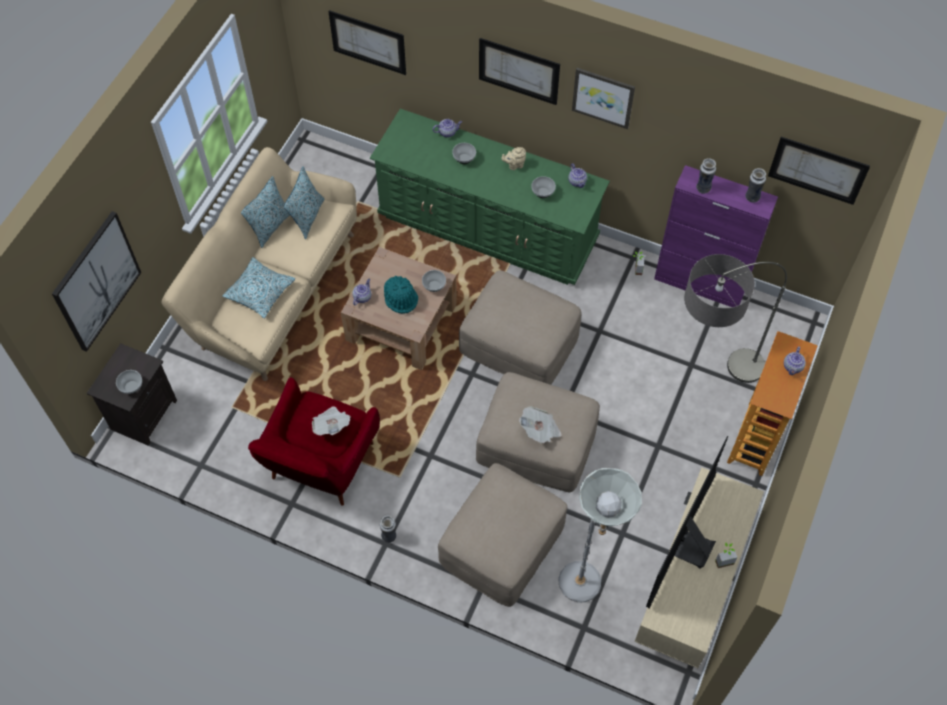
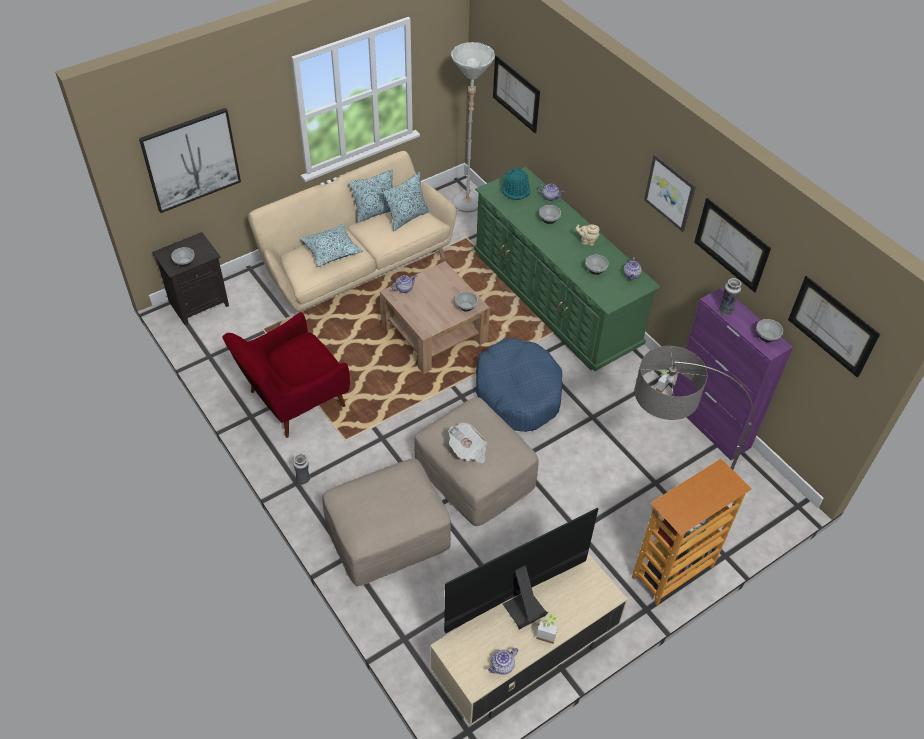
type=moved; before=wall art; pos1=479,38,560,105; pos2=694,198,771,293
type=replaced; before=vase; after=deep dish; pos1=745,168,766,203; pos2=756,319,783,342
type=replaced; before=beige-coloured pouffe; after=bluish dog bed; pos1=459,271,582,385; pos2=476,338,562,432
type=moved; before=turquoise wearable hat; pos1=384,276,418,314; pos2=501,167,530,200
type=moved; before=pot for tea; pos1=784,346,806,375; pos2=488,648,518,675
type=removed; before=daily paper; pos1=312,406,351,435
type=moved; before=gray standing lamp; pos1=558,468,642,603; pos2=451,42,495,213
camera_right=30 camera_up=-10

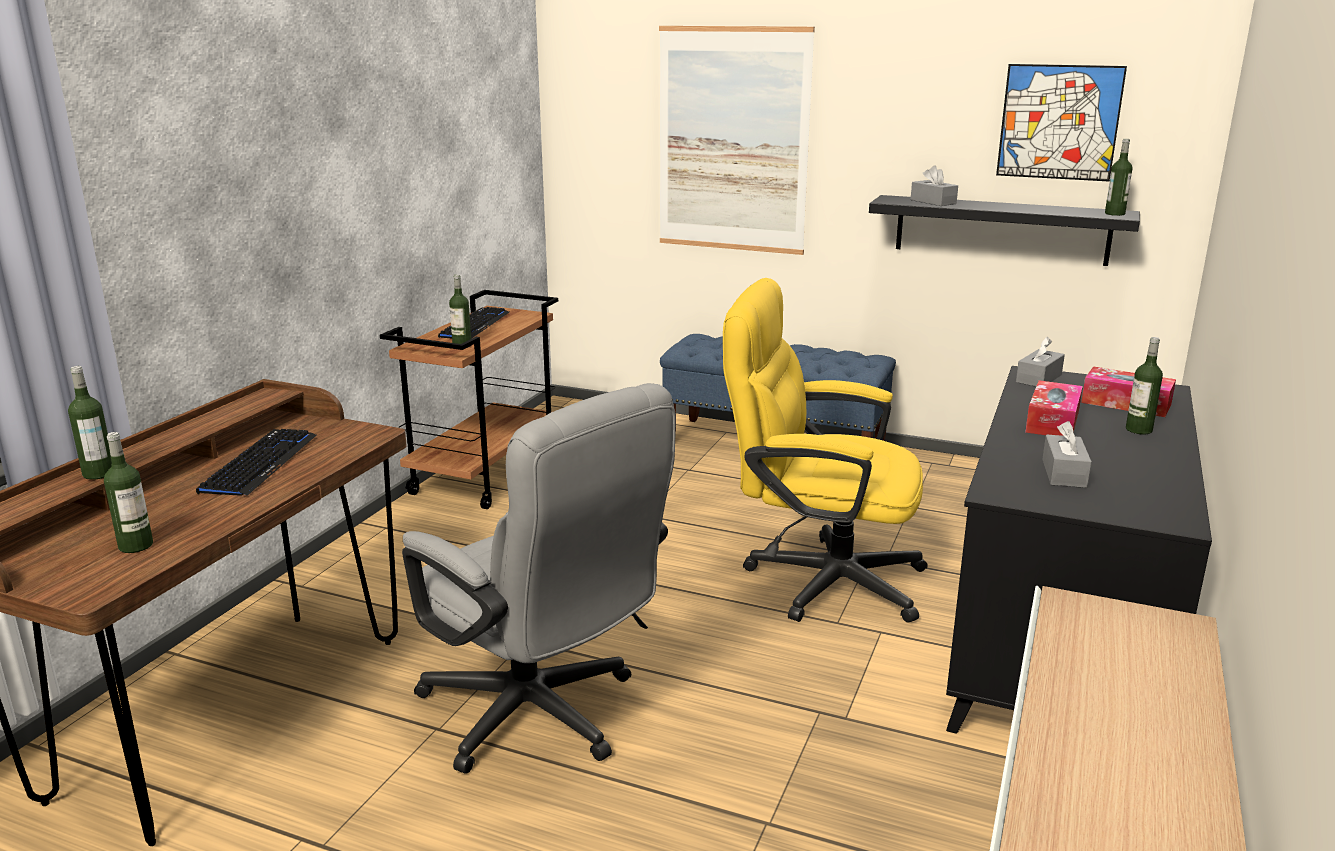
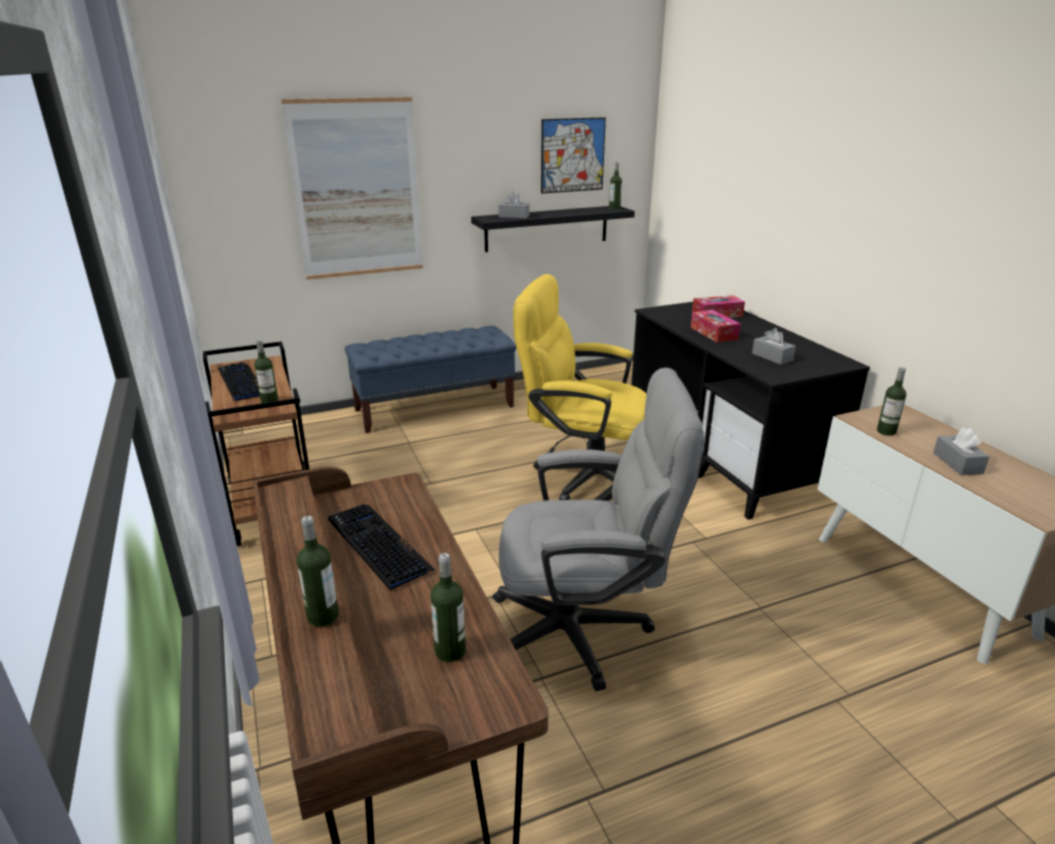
type=turned; before=yellow computer chair; pos1=723,278,928,623; pos2=513,274,647,500; turn=45
type=moved; before=gray tissue holder; pos1=1016,337,1065,387; pos2=933,428,989,475
type=moved; before=bottle; pos1=1126,337,1163,435; pos2=877,367,906,436
camera_right=-45 camera_up=5

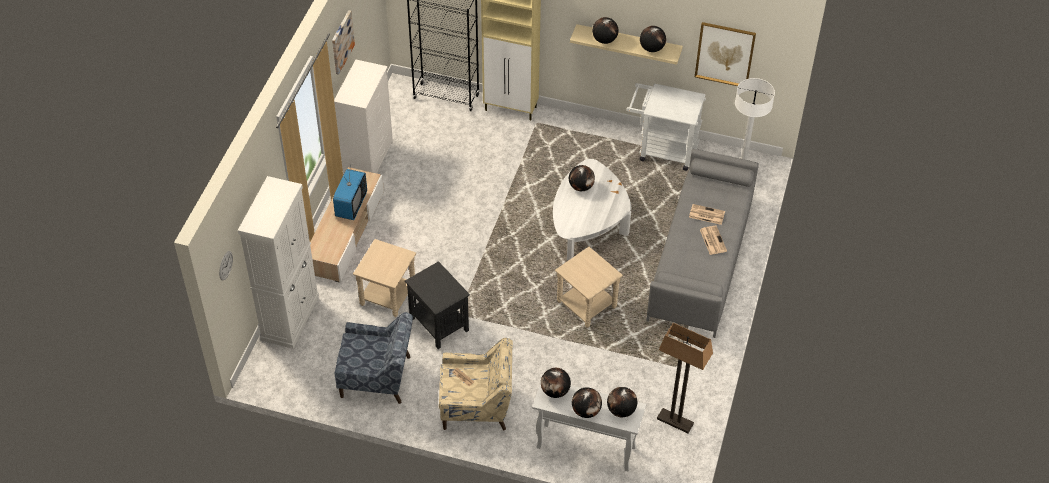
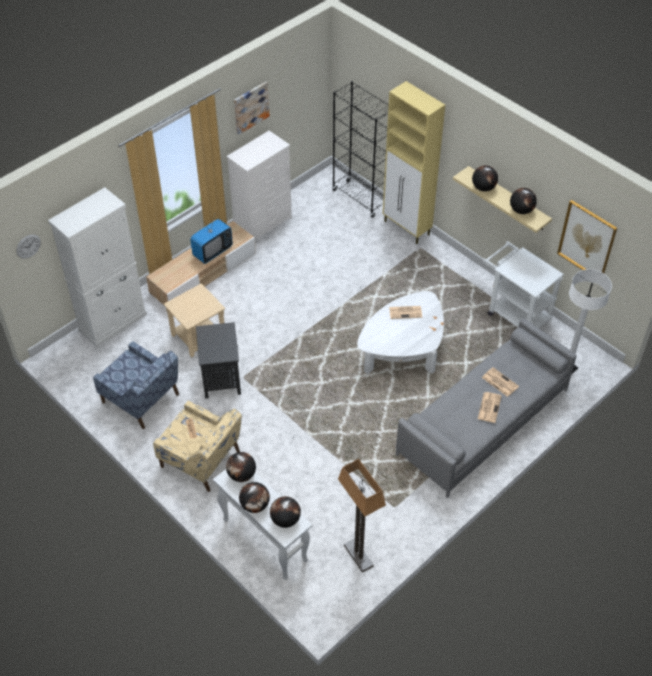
type=replaced; before=desk globe; after=daily paper; pos1=569,165,595,191; pos2=389,306,422,319
type=removed; before=beige-coloured accent table; pos1=555,247,623,328
camera_right=30 camera_up=0

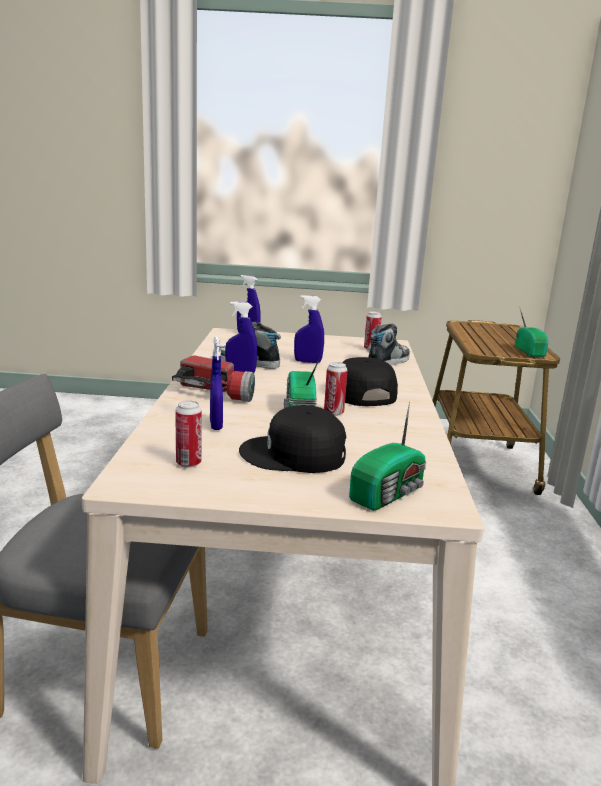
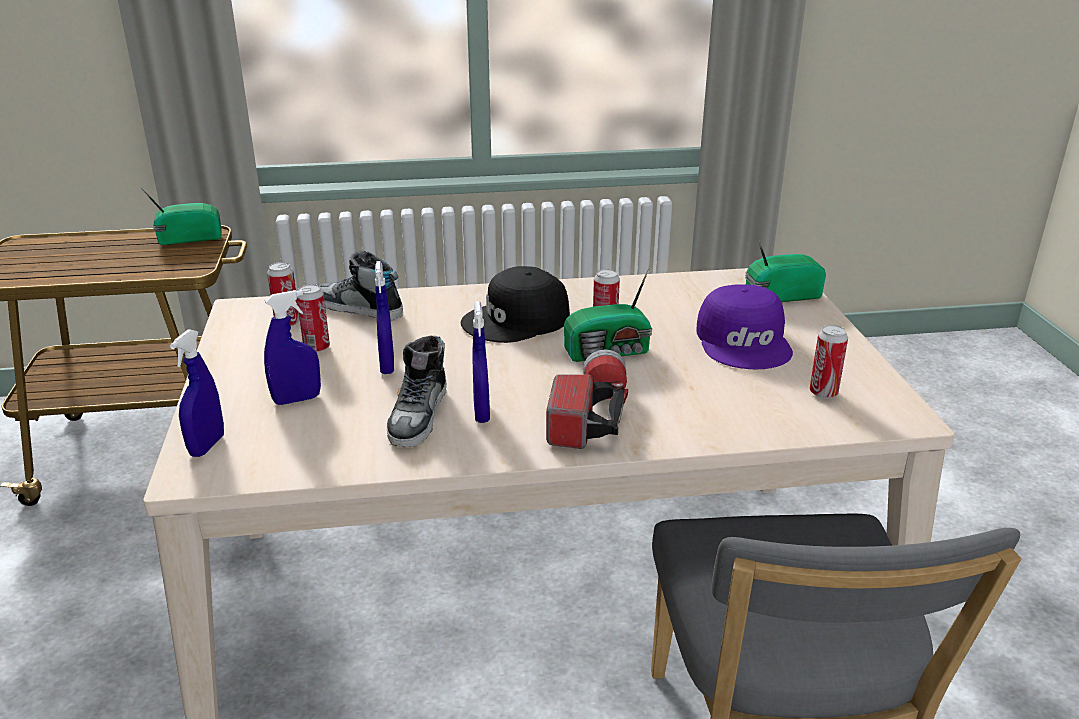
type=moved; before=bluish hand sprayer; pos1=210,336,223,430; pos2=264,290,321,405
type=turned; before=radio set; pos1=349,401,426,510; pos2=745,237,826,302; turn=-45
type=recoloured; before=black cap; after=purple-coloured cap; pos1=239,405,346,473; pos2=696,284,793,369
type=added; after=sealed can; pos2=297,284,330,353
camera_right=-100 camera_up=10

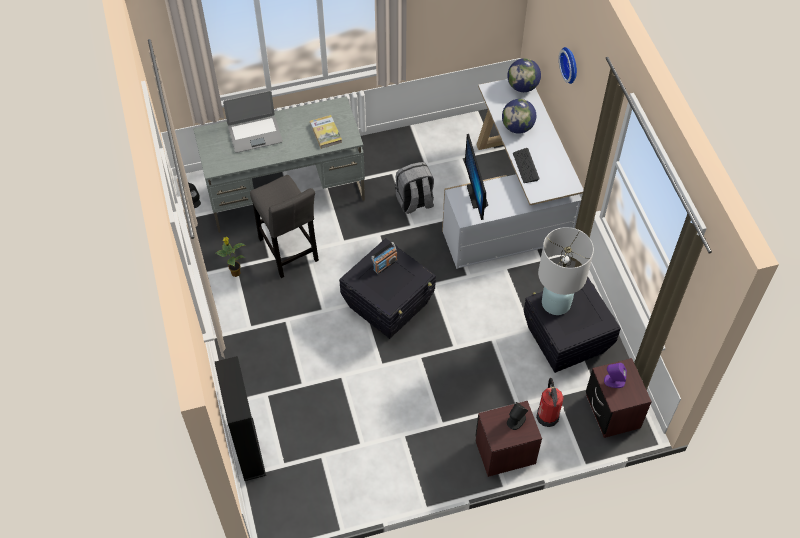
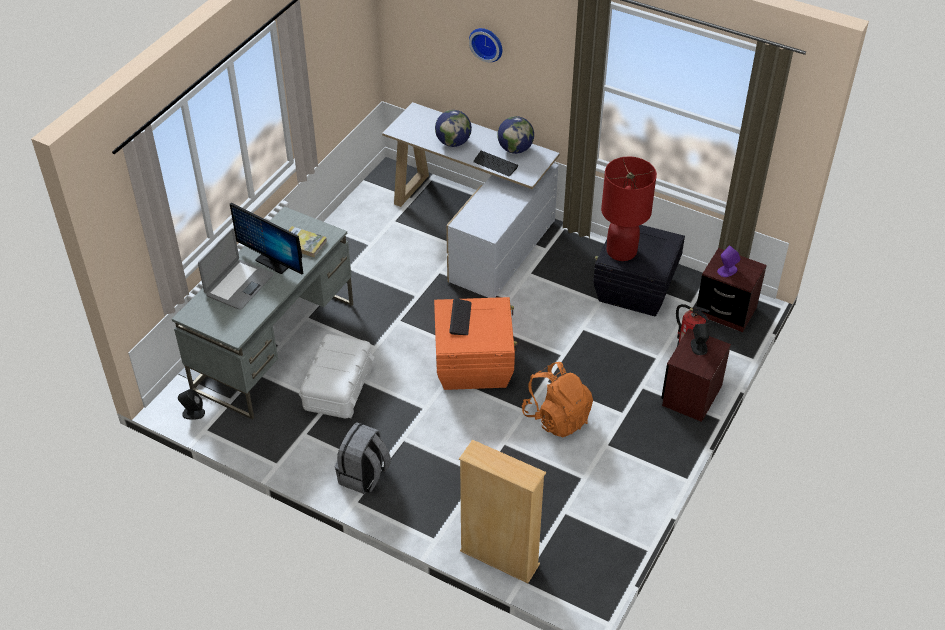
type=moved; before=desk globe; pos1=507,58,541,92; pos2=497,116,534,154
type=moved; before=computer screen; pos1=465,134,488,220; pos2=230,203,303,275
type=moved; before=gray backpack; pos1=395,162,434,214; pos2=335,422,391,494
type=replaced; before=gray stool; after=white storage box; pos1=250,175,319,278; pos2=299,334,374,418
type=recoloured; before=white lamp for a table; after=red lamp for a table; pos1=538,227,594,315; pos2=601,157,657,261
type=removed; before=houseplant; pos1=216,237,246,277
type=recoloured; before=black storage box; after=orange storage box; pos1=339,238,436,339; pos2=434,297,517,390
type=replaced; before=radio set; after=keyboard; pos1=371,242,397,274; pos2=449,298,472,335
type=recoloured; before=black bookshelf; after=beige-coloured bookshelf; pos1=215,356,266,481; pos2=459,440,546,584
type=added; after=orange backpack; pos2=522,362,593,437
camera_right=-45 camera_up=-10

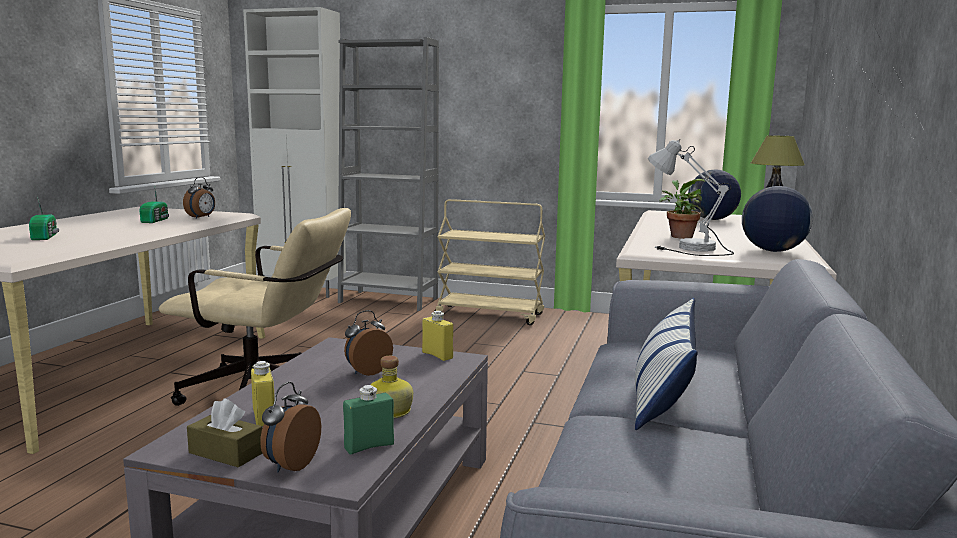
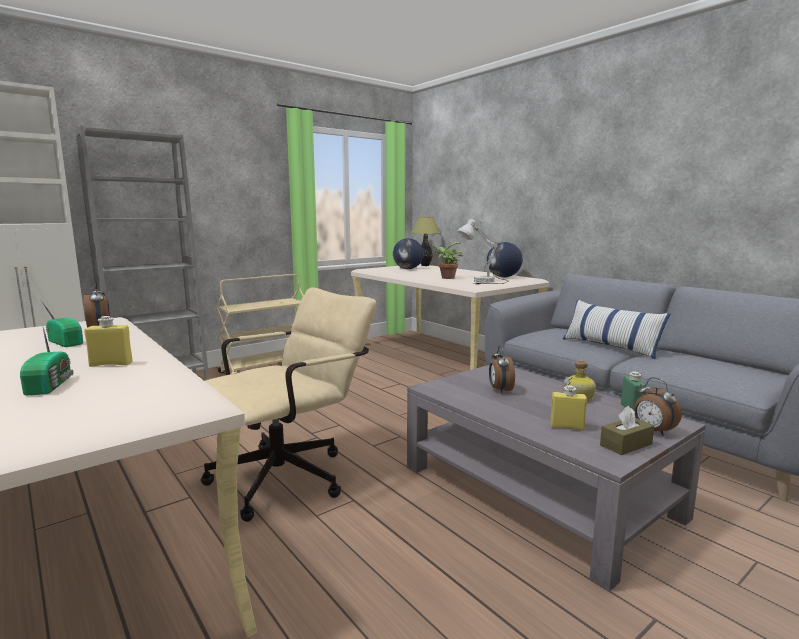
type=turned; before=radio set; pos1=29,196,59,240; pos2=20,324,73,396; turn=60
type=moved; before=yellow bottle; pos1=422,310,453,361; pos2=84,316,132,367
camera_right=-55 camera_up=0

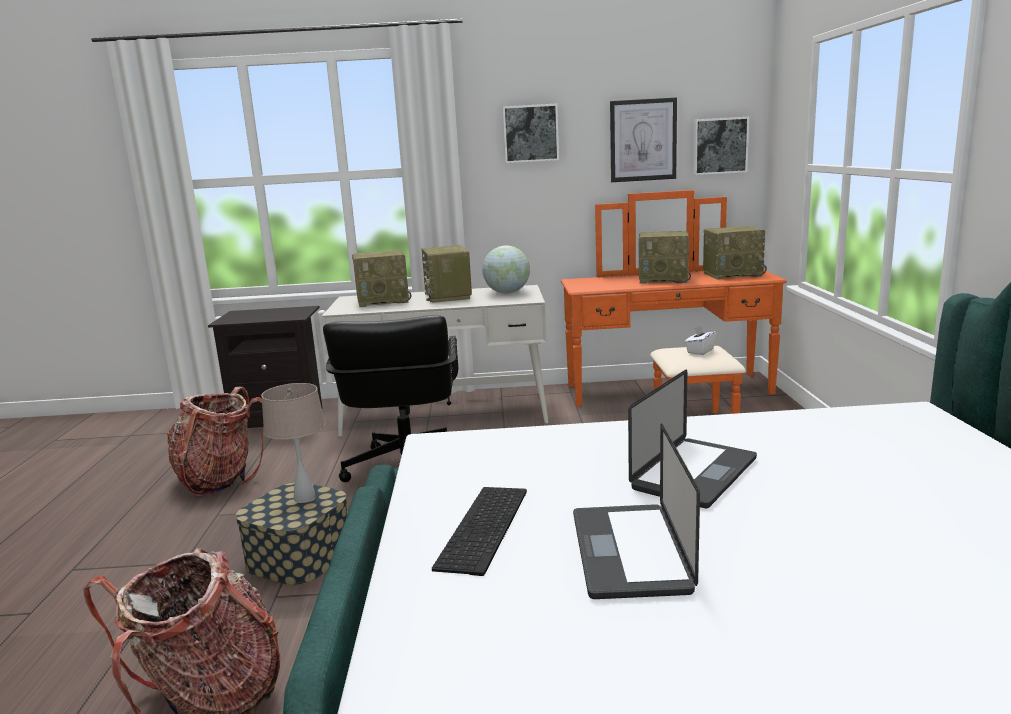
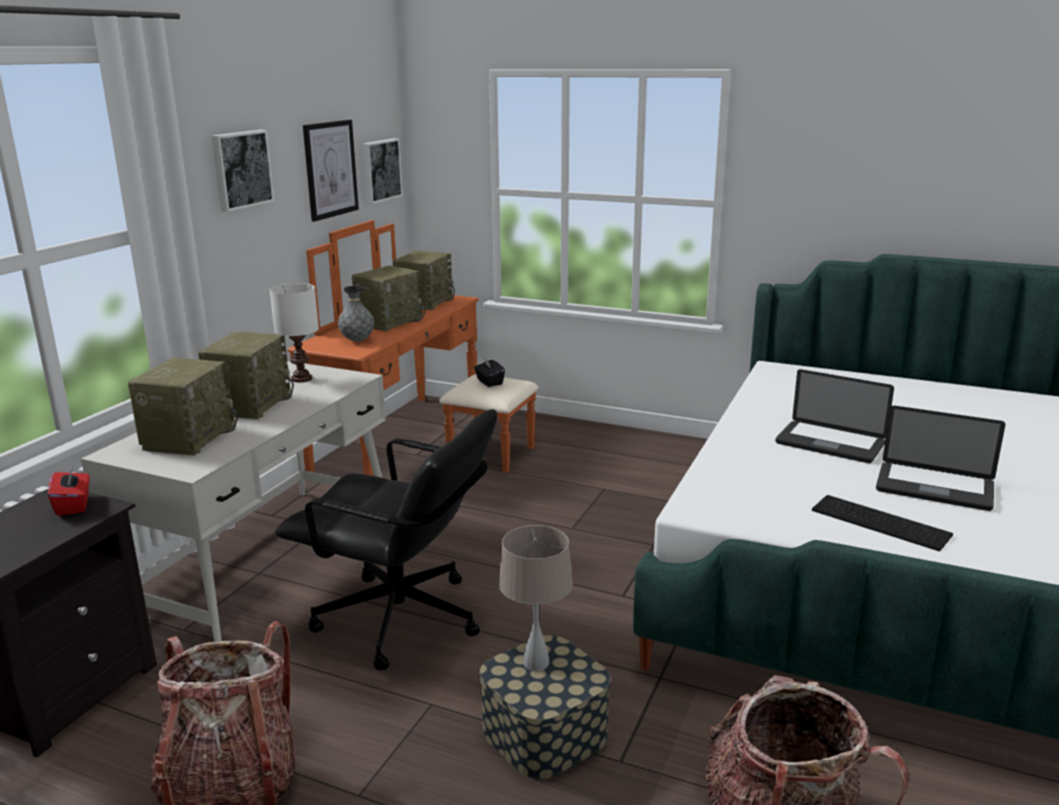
type=turned; before=radio set; pos1=422,245,472,303; pos2=198,332,294,419; turn=-90
type=replaced; before=desk globe; after=white lamp for a table; pos1=482,245,530,294; pos2=270,283,319,382
type=recoloured; before=white tissue holder; after=black tissue holder; pos1=685,325,717,355; pos2=474,358,505,387
type=turned; before=notebook computer; pos1=628,370,757,509; pos2=775,369,894,463; turn=150
type=added; after=gray vase; pos2=338,286,374,342
type=added; after=red tissue holder; pos2=48,464,90,516
camera_right=-65 camera_up=5

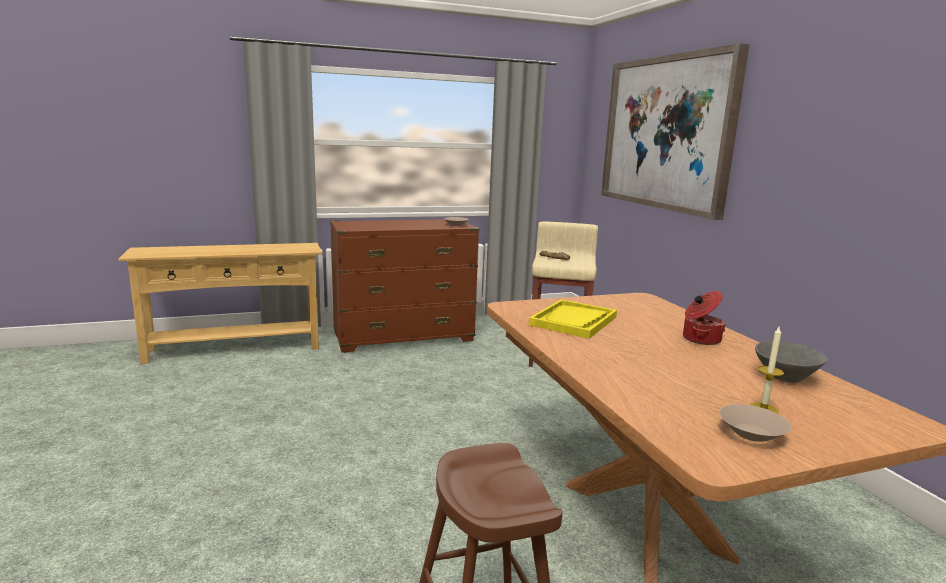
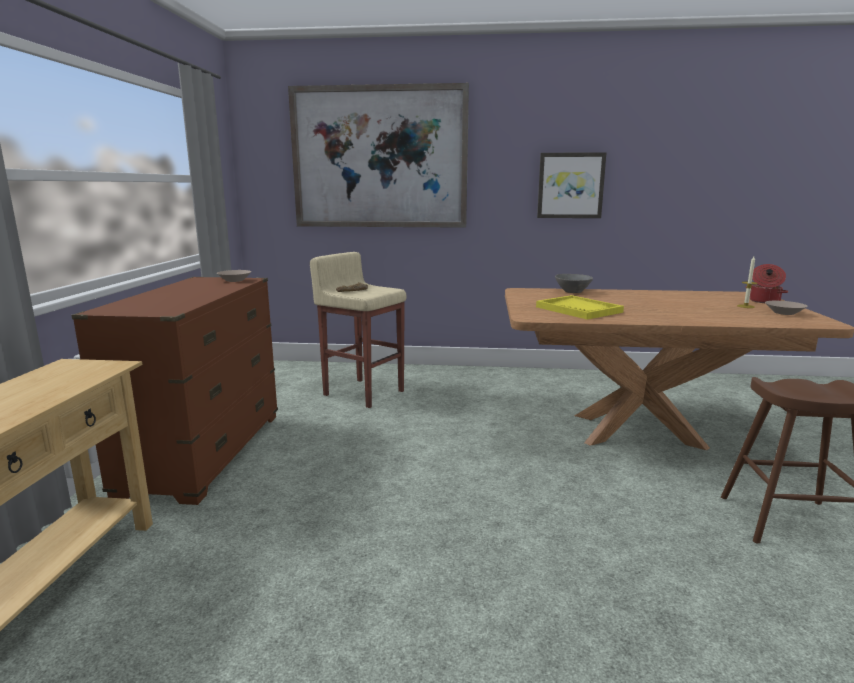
type=moved; before=cooking pot; pos1=683,291,726,345; pos2=745,264,789,304
type=moved; before=gray deep dish; pos1=755,341,827,383; pos2=555,274,593,293
type=added; after=wall art; pos2=537,152,607,218
camera_right=-65 camera_up=0

